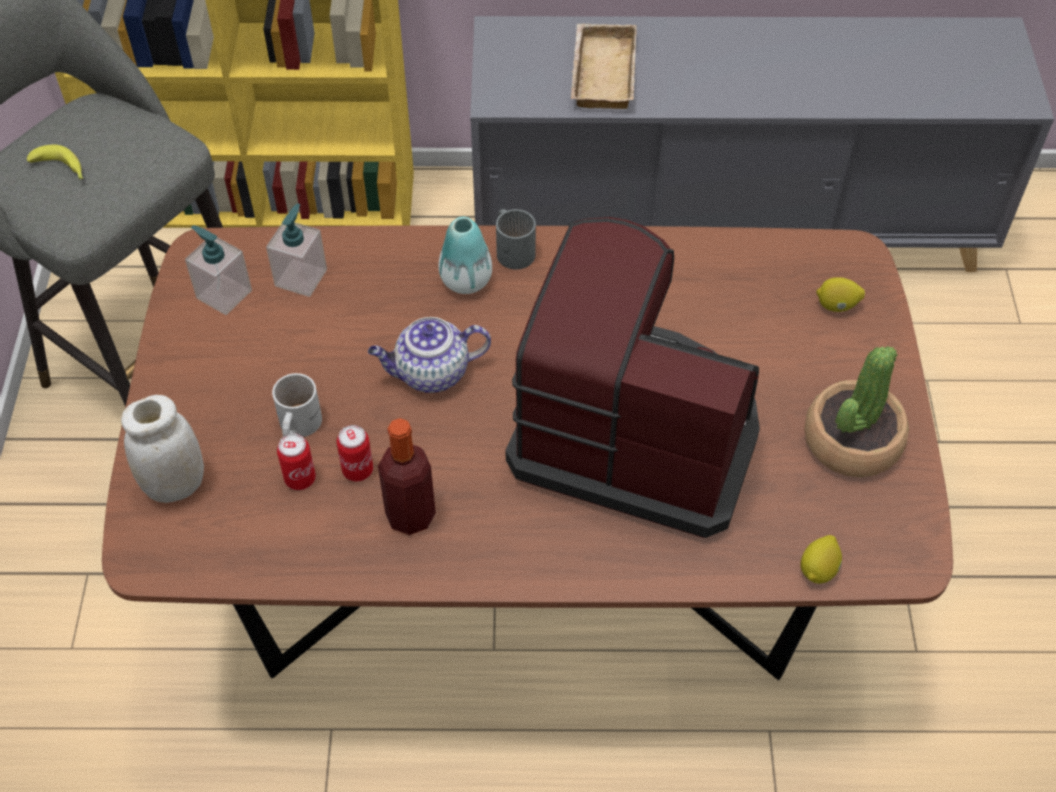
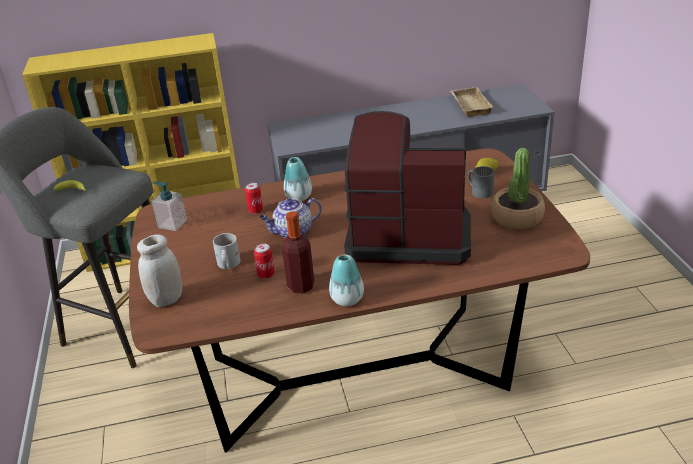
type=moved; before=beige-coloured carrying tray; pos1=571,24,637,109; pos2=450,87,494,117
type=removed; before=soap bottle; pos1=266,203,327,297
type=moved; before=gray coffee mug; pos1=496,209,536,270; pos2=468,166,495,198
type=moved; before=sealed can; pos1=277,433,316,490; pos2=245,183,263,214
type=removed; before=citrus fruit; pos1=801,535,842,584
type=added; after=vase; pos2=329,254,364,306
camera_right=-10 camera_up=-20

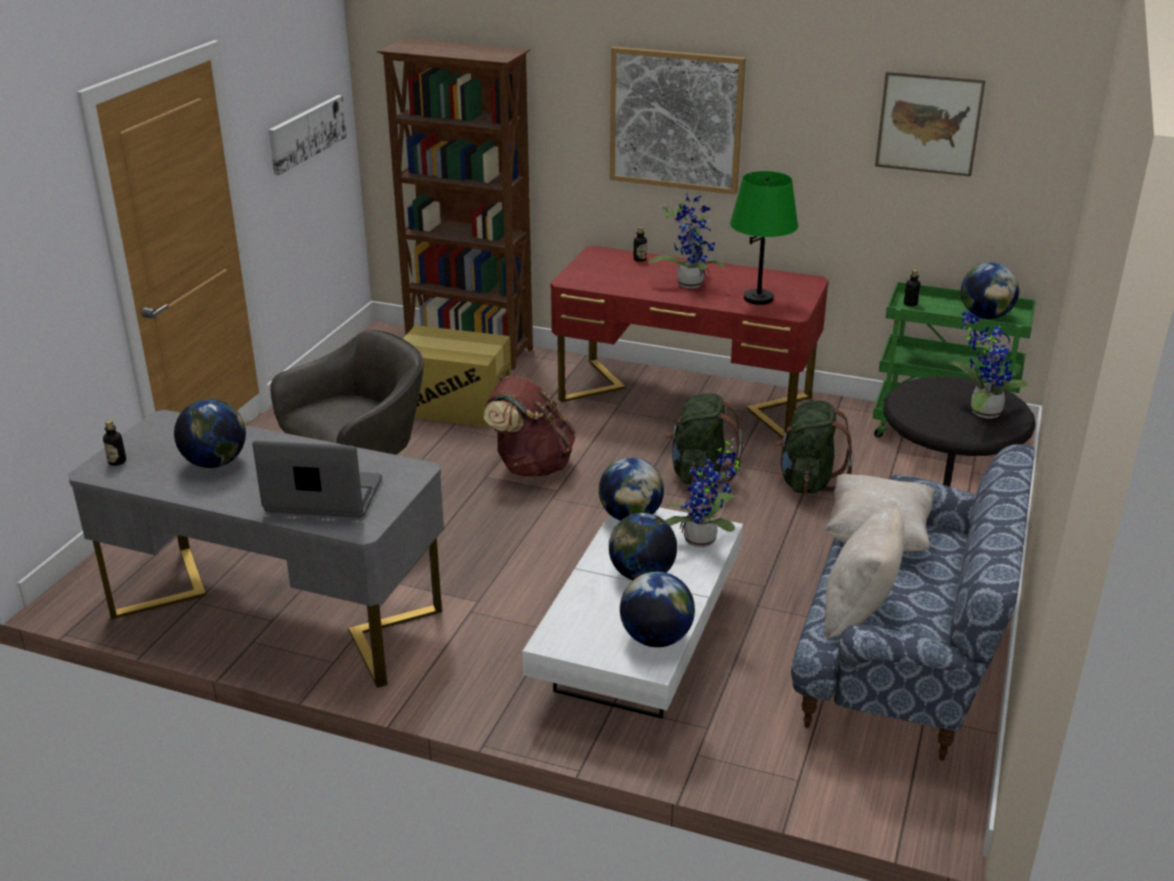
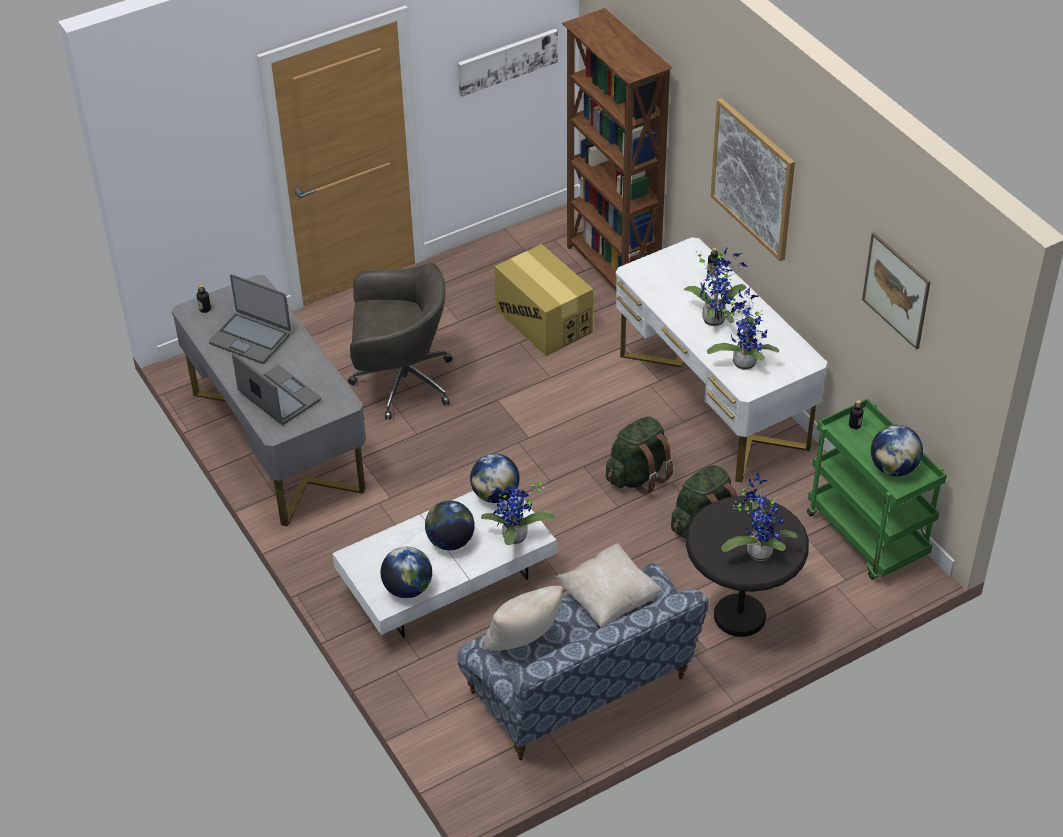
type=replaced; before=green-coloured lamp for a table; after=houseplant; pos1=730,171,798,305; pos2=707,287,779,370
type=recoloured; before=red desk table; after=white desk table; pos1=550,246,829,439; pos2=616,237,827,483
type=removed; before=brown backpack; pos1=484,376,576,476
type=replaced; before=desk globe; after=notebook computer; pos1=174,399,246,468; pos2=209,274,291,364
camera_right=40 camera_up=15

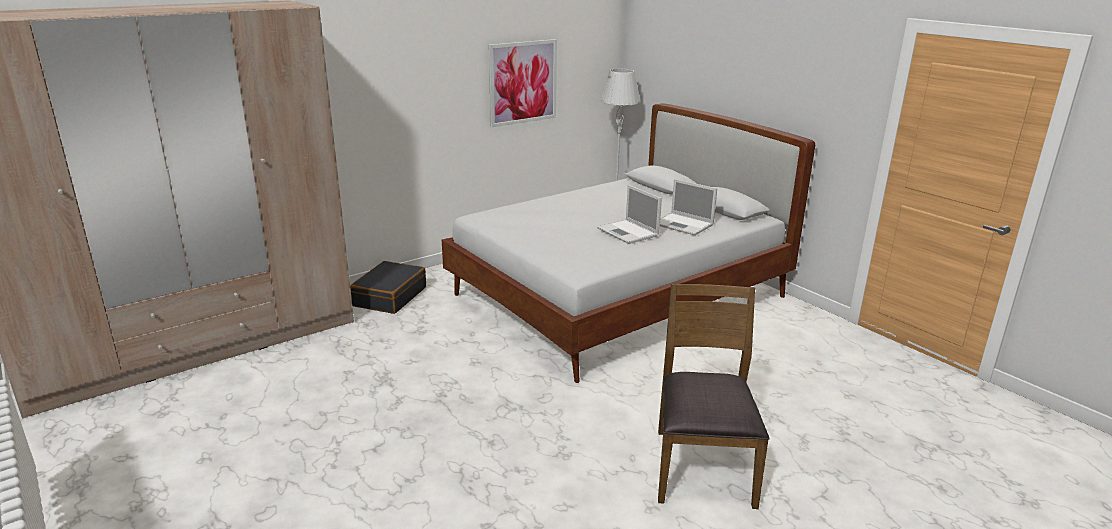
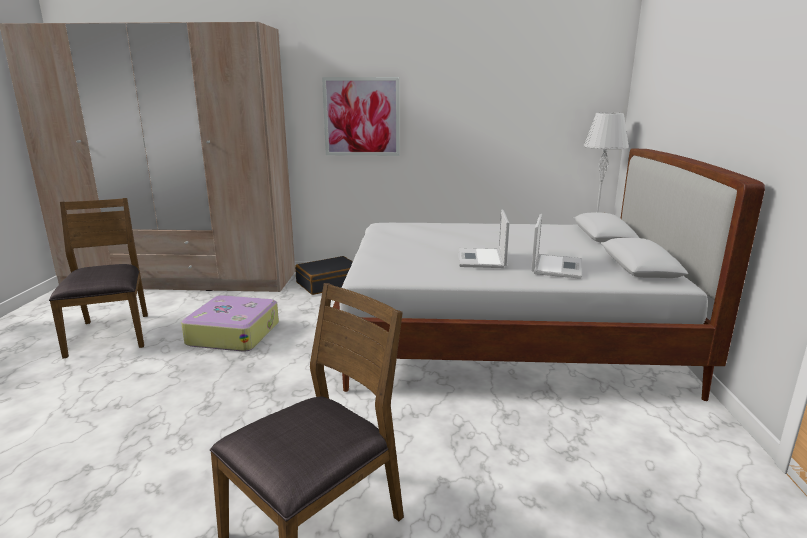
type=moved; before=wall art; pos1=489,39,557,127; pos2=322,77,400,156
type=turned; before=notebook computer; pos1=660,179,717,236; pos2=531,214,582,279; turn=-150
type=added; after=brown chair; pos2=49,198,148,359
type=added; after=piece of luggage; pos2=181,295,279,352
camera_right=40 camera_up=-5

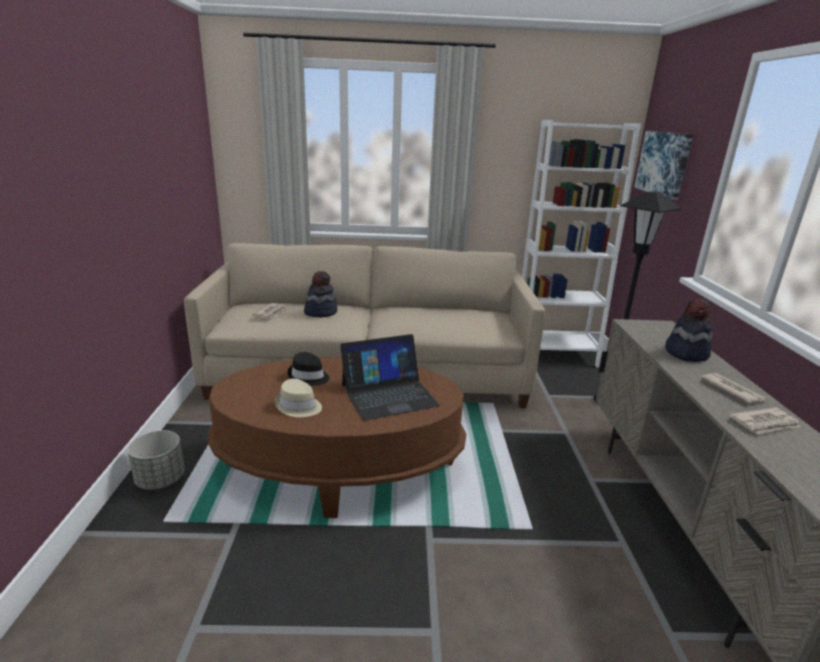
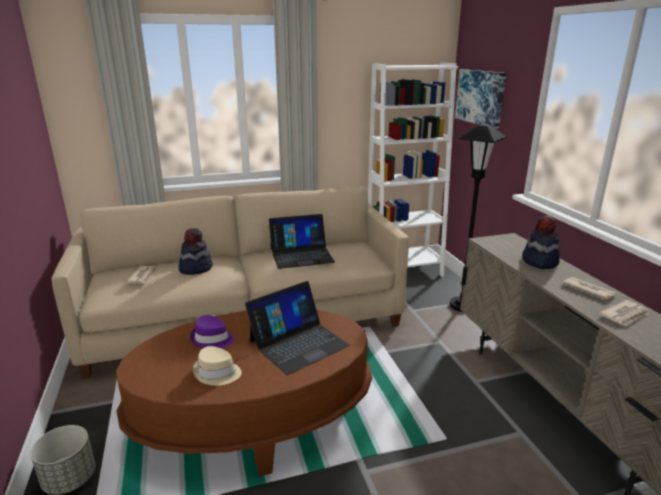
type=recoloured; before=black wearable hat; after=purple-coloured wearable hat; pos1=287,352,329,386; pos2=190,315,234,348
type=added; after=notebook computer; pos2=269,214,335,269
camera_right=-15 camera_up=0

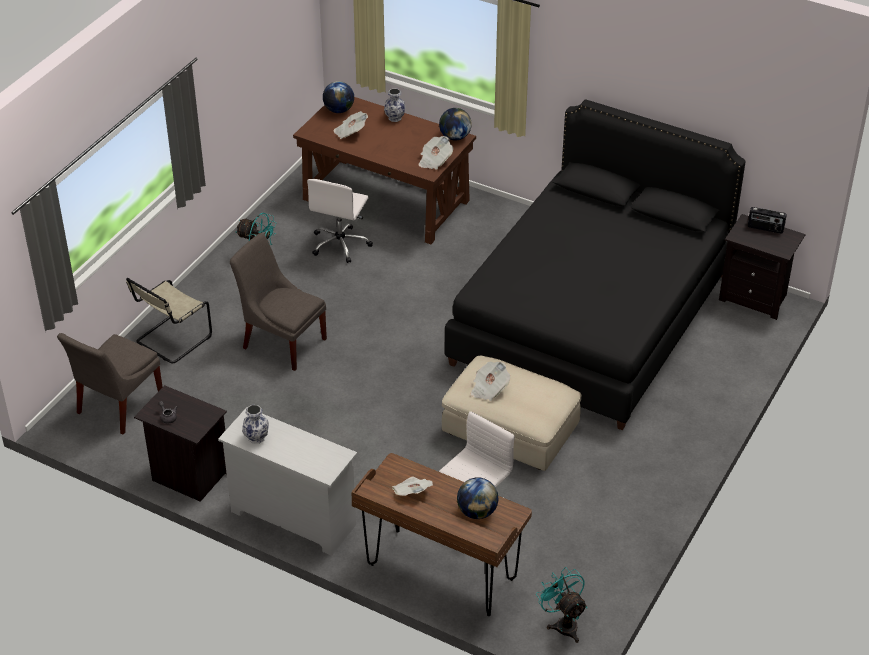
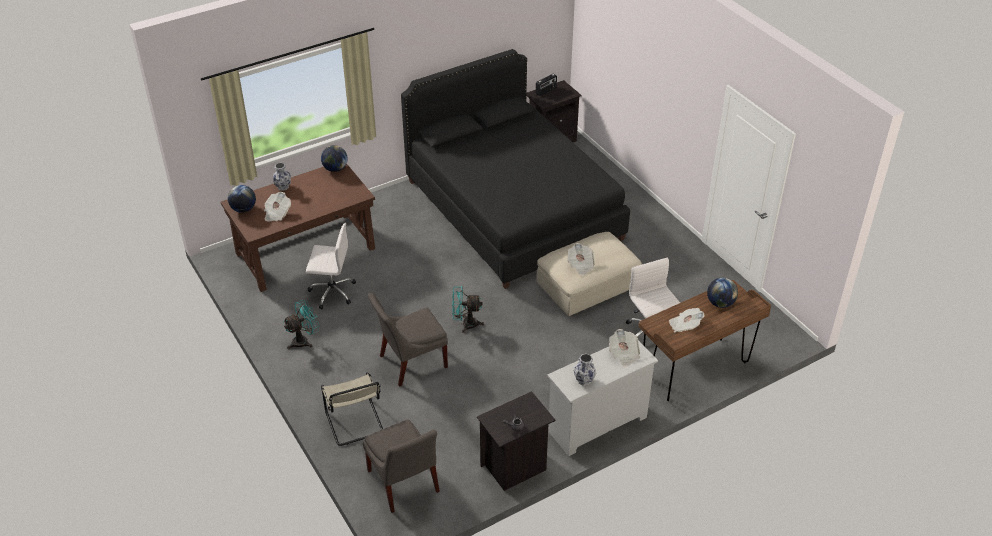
type=moved; before=daily paper; pos1=419,136,453,170; pos2=609,329,640,367
type=turned; before=white computer chair; pos1=307,179,373,263; pos2=306,223,356,309; turn=-45
type=moved; before=turquoise electric fan; pos1=536,567,587,643; pos2=452,286,484,333
camera_right=-60 camera_up=0

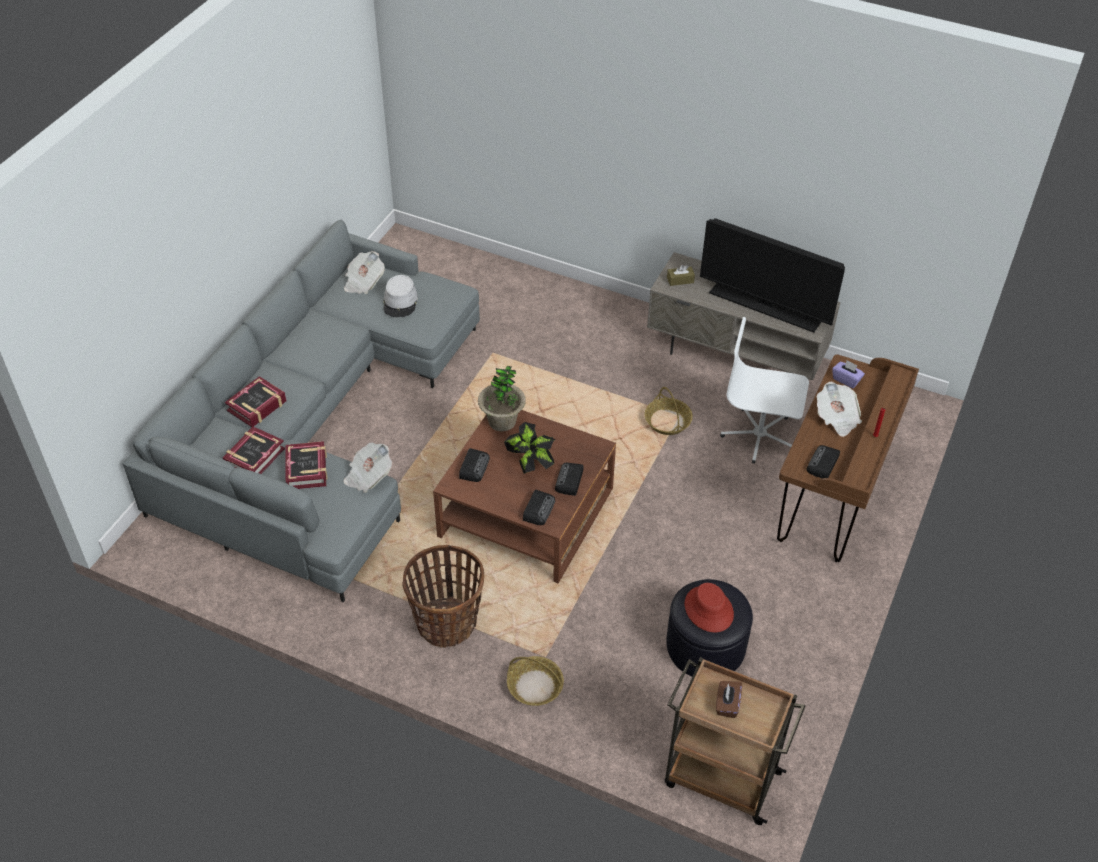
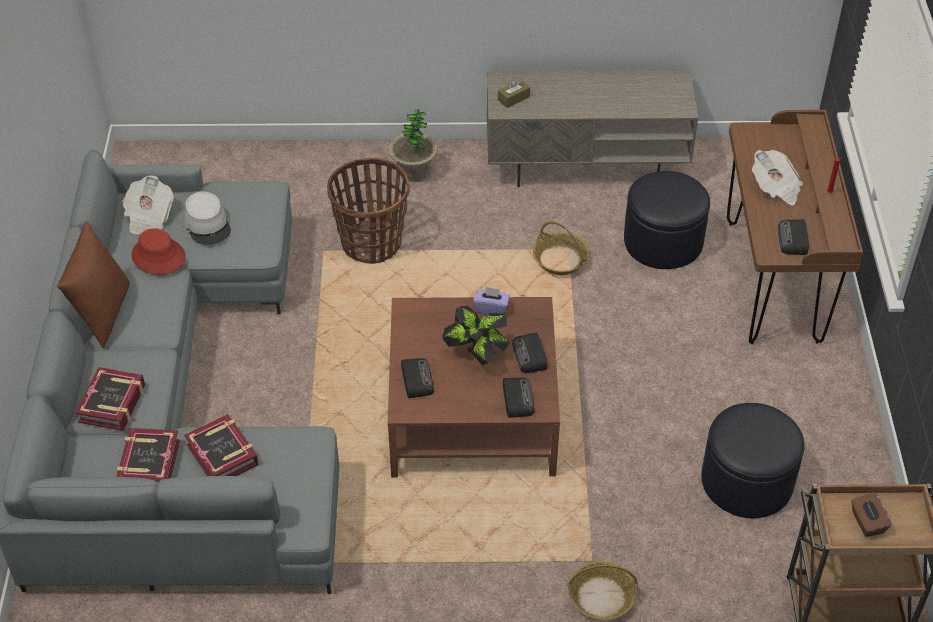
type=removed; before=television; pos1=700,218,845,333
type=replaced; before=white computer chair; after=black pouffe; pos1=720,317,809,464; pos2=624,171,710,269
type=moved; before=purple-coloured tissue holder; pos1=832,360,865,388; pos2=473,287,510,314
type=moved; before=houseplant; pos1=478,366,526,432; pos2=388,109,438,182
type=removed; before=daily paper; pos1=344,442,392,493
type=moved; before=household basket; pos1=402,545,484,648; pos2=327,158,410,264
type=moved; before=red wearable hat; pos1=685,583,734,632; pos2=131,228,186,275
type=added; after=brown throw pillow; pos2=57,221,130,349
camera_right=-25 camera_up=0

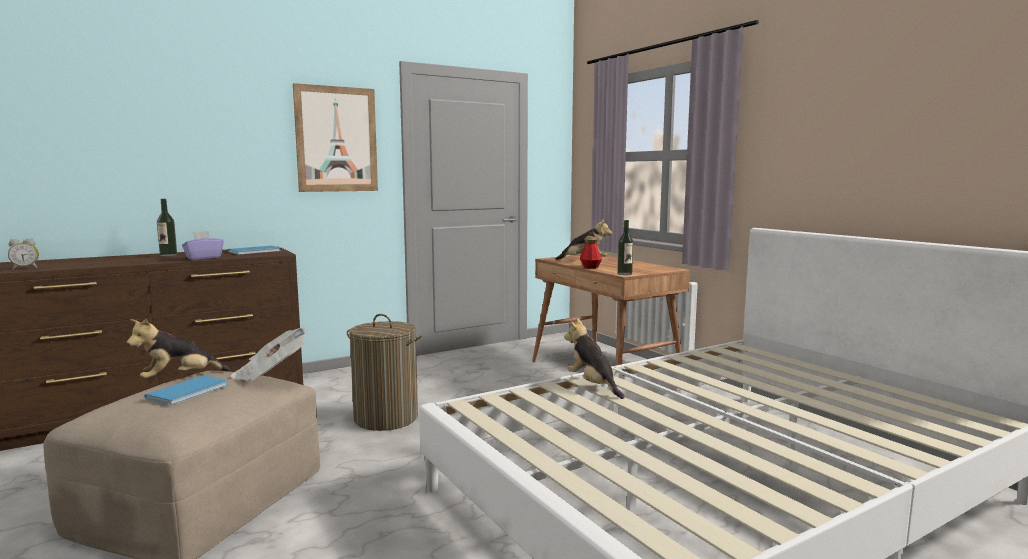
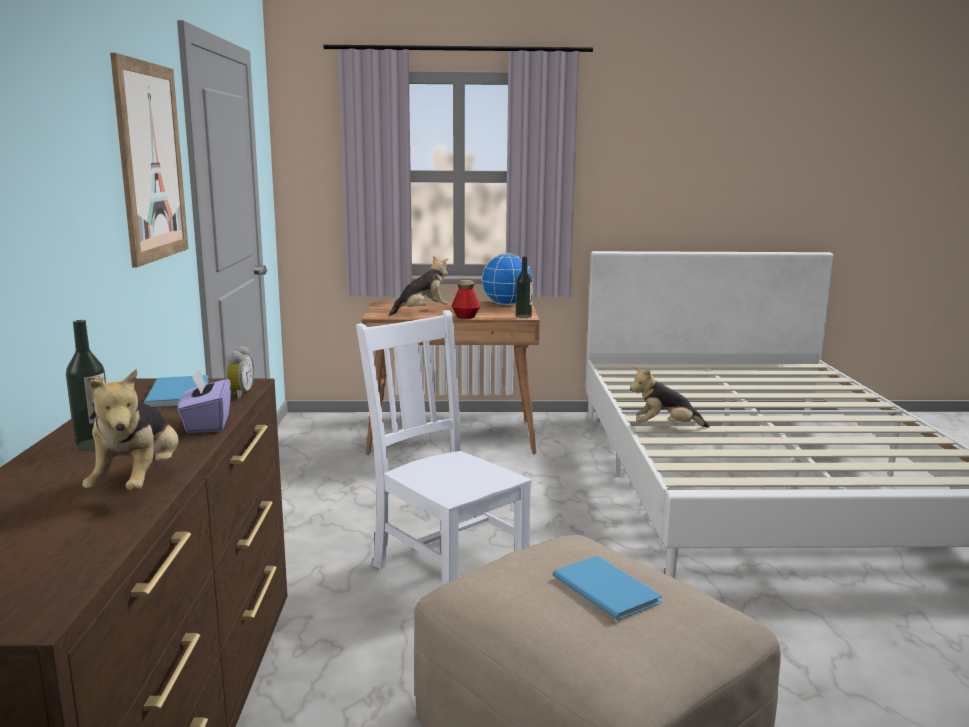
type=moved; before=alarm clock; pos1=8,238,39,270; pos2=225,346,254,400
type=replaced; before=hamper; after=white chair; pos1=347,314,422,431; pos2=356,310,532,585
type=moved; before=soft toy; pos1=127,319,230,378; pos2=82,368,179,491
type=removed; before=daily paper; pos1=231,328,308,381
type=added; after=desk globe; pos2=481,253,533,305
camera_right=-60 camera_up=5

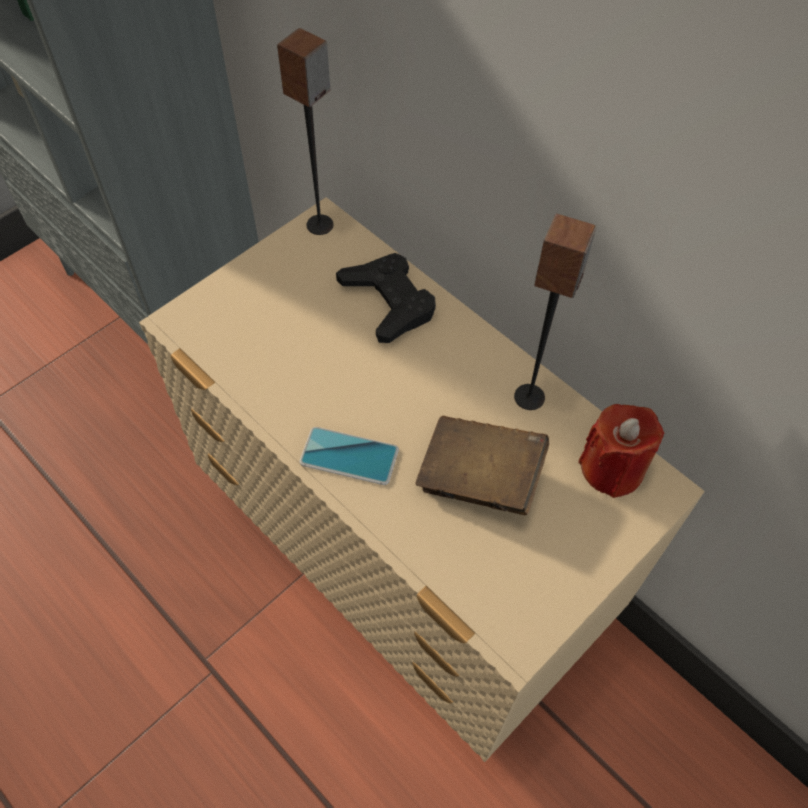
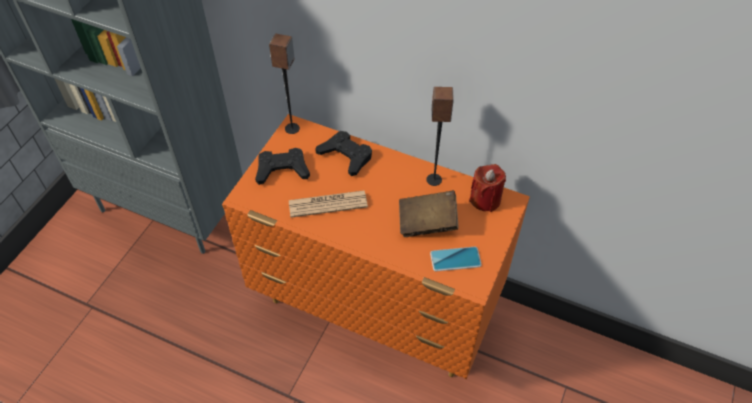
type=recoloured; before=beige-coloured drawer chest; after=orange drawer chest; pos1=139,197,705,762; pos2=222,114,530,379
type=moved; before=telephone; pos1=300,427,399,485; pos2=430,247,482,271
type=added; after=black game controller; pos2=255,148,310,185
type=added; after=daily paper; pos2=289,190,368,218
camera_right=-20 camera_up=-5

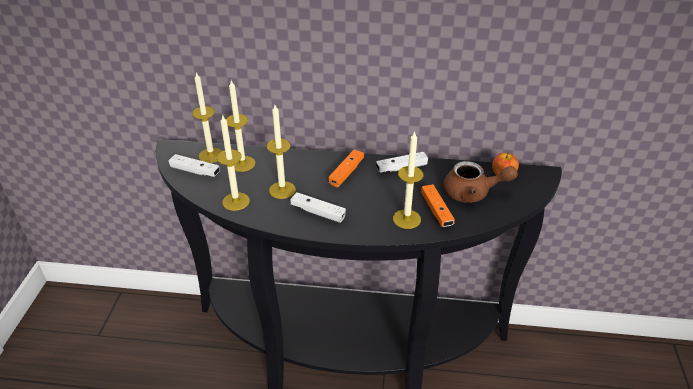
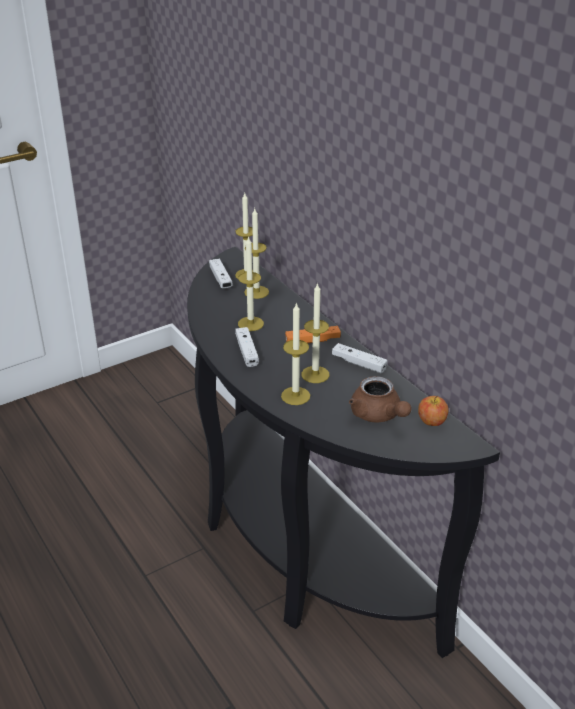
type=moved; before=candle; pos1=217,114,250,211; pos2=301,282,329,383
type=removed; before=orange game controller; pos1=421,184,455,227
camera_right=50 camera_up=-5

